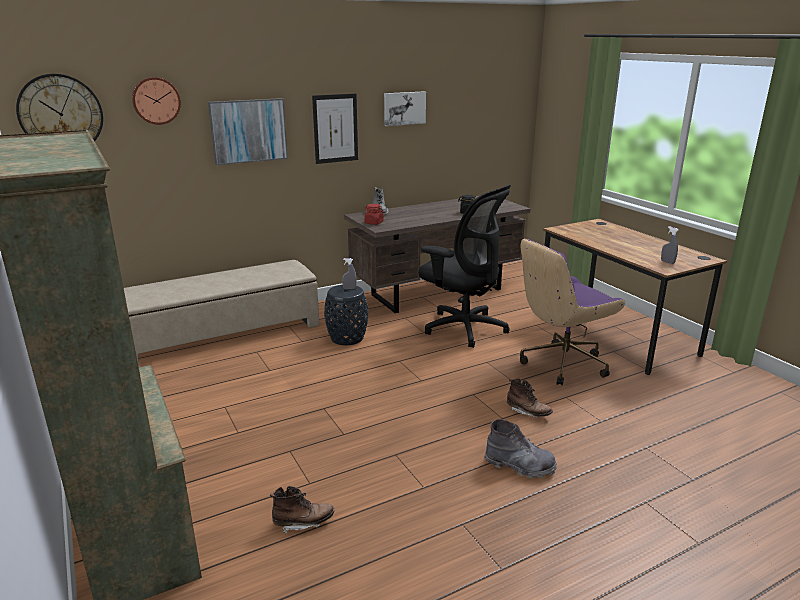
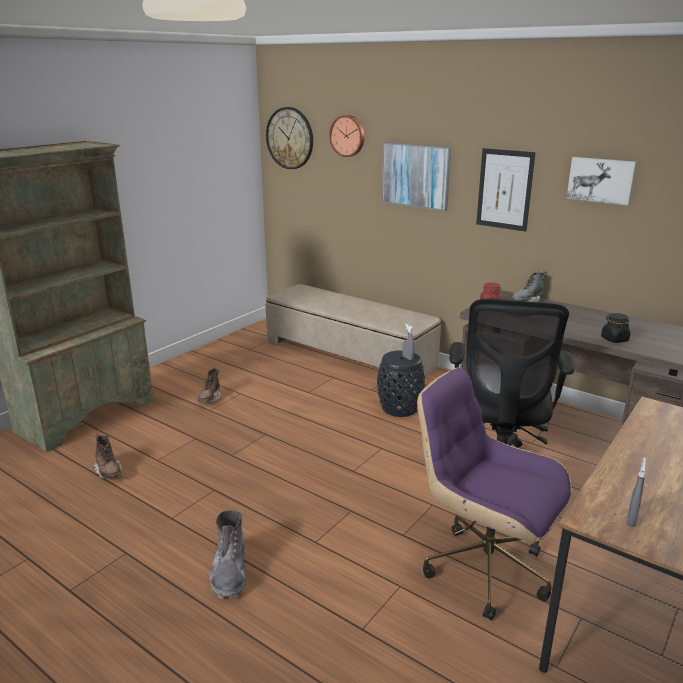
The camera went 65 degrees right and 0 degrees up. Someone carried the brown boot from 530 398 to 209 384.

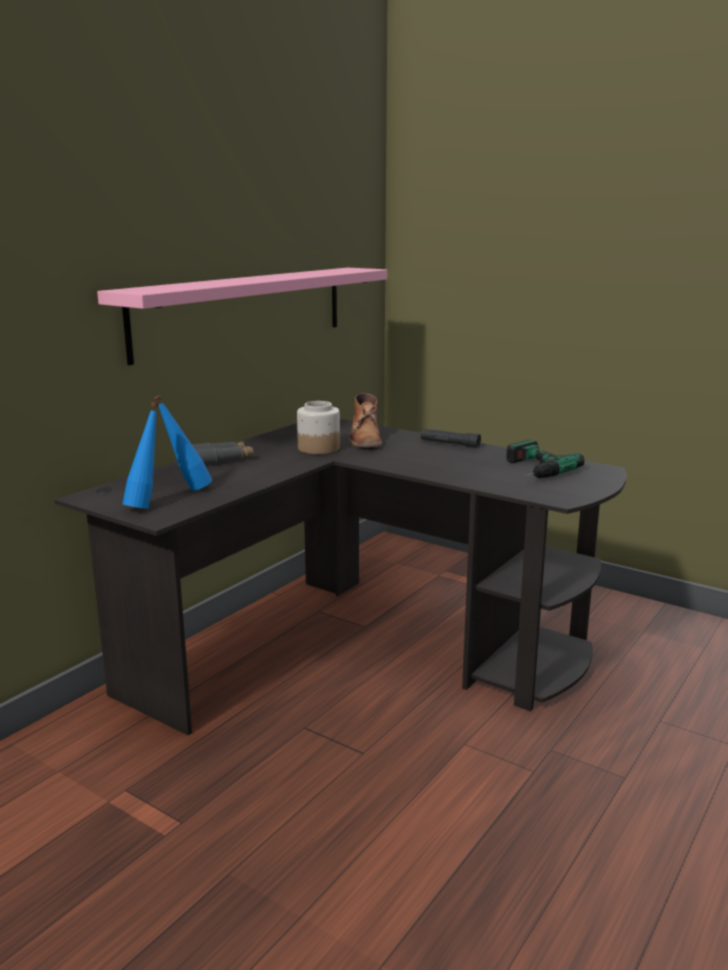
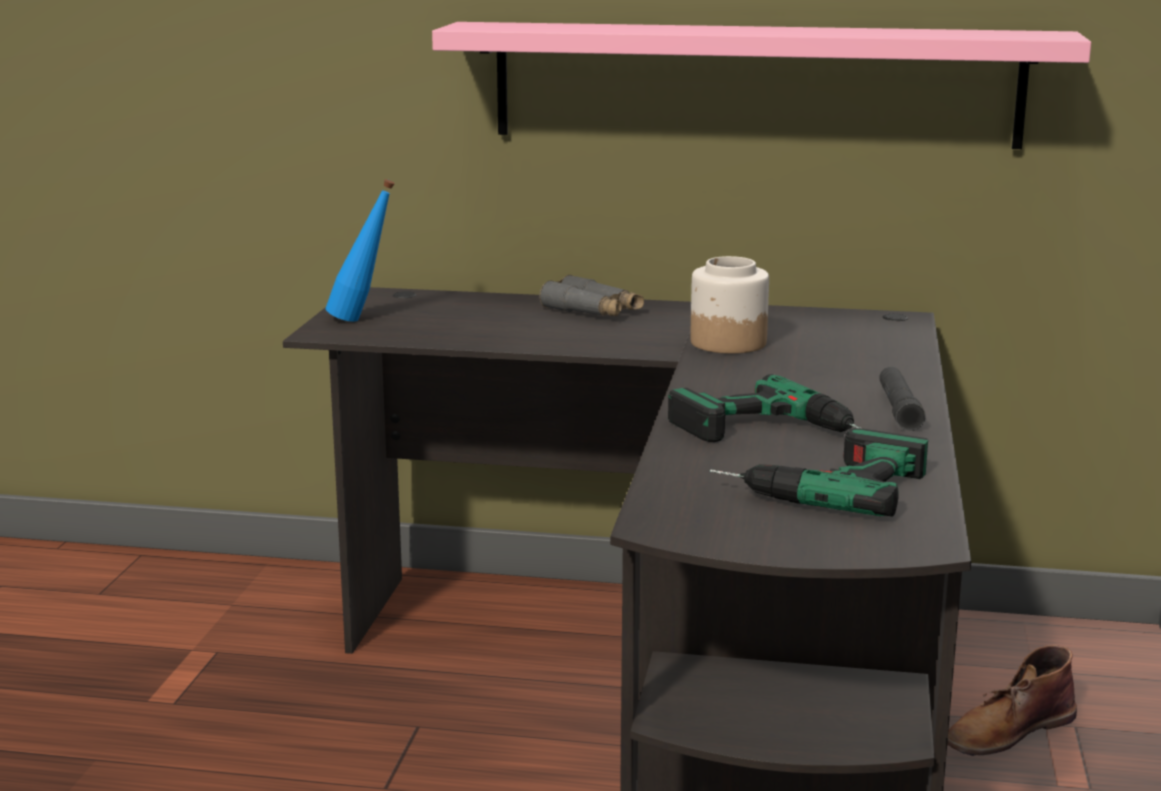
The camera went 65 degrees right and 0 degrees up. Someone took away the blue bottle at 183 443. Someone carried the brown boot from 365 421 to 1012 700. Someone put down the power drill at 764 408.

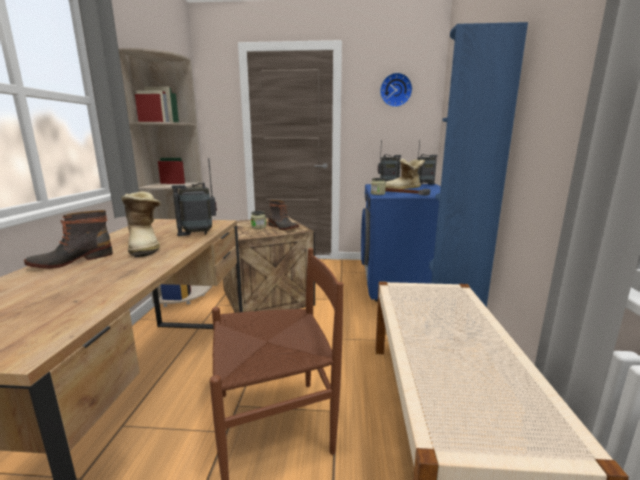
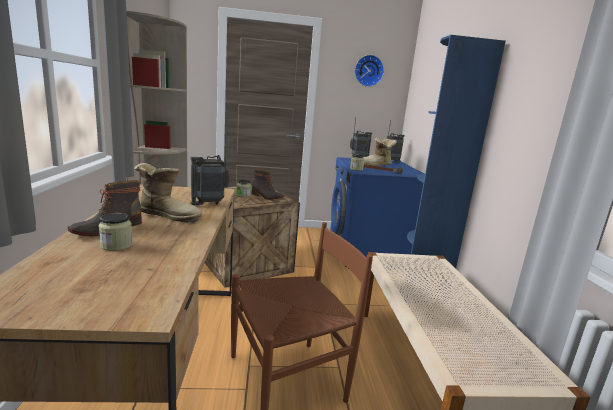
The camera went 10 degrees left and 0 degrees up. Someone rotated the boot at 141 224 by 45 degrees counterclockwise. Someone put down the jar at 116 232.

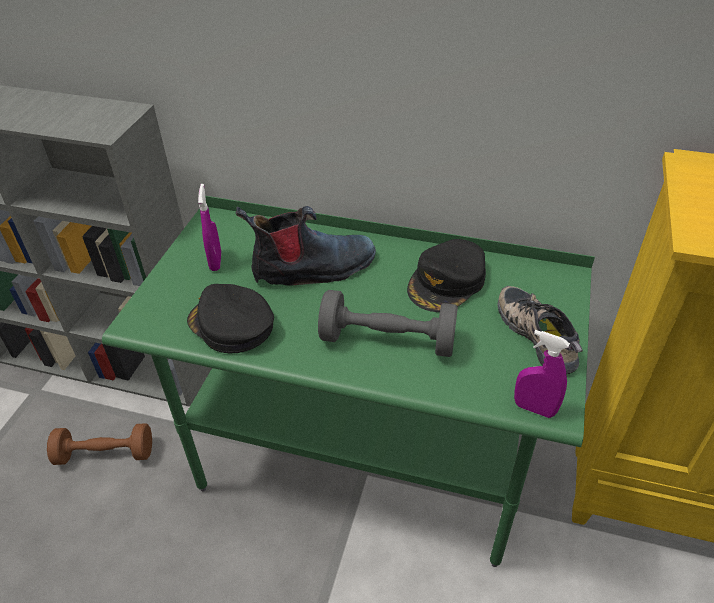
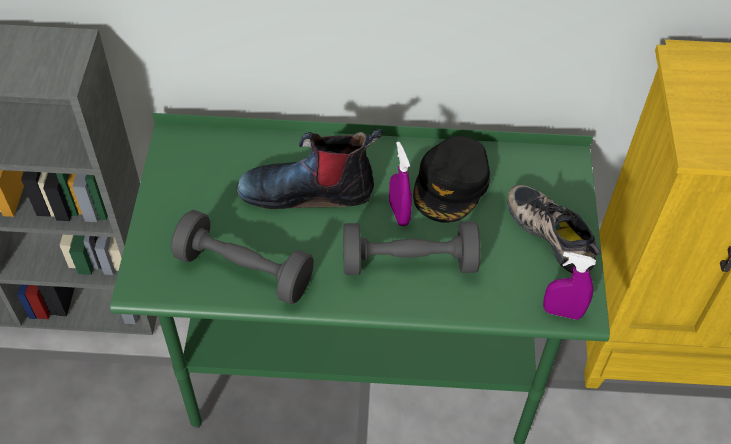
The camera went 15 degrees left and 10 degrees up. Someone took away the brown dumbbell at 99 444. Someone swapped the black cap at 230 318 for the grey dumbbell at 242 257. Someone carried the purple spray bottle from 209 227 to 400 184. Someone rotated the boot at 306 246 by 150 degrees counterclockwise.

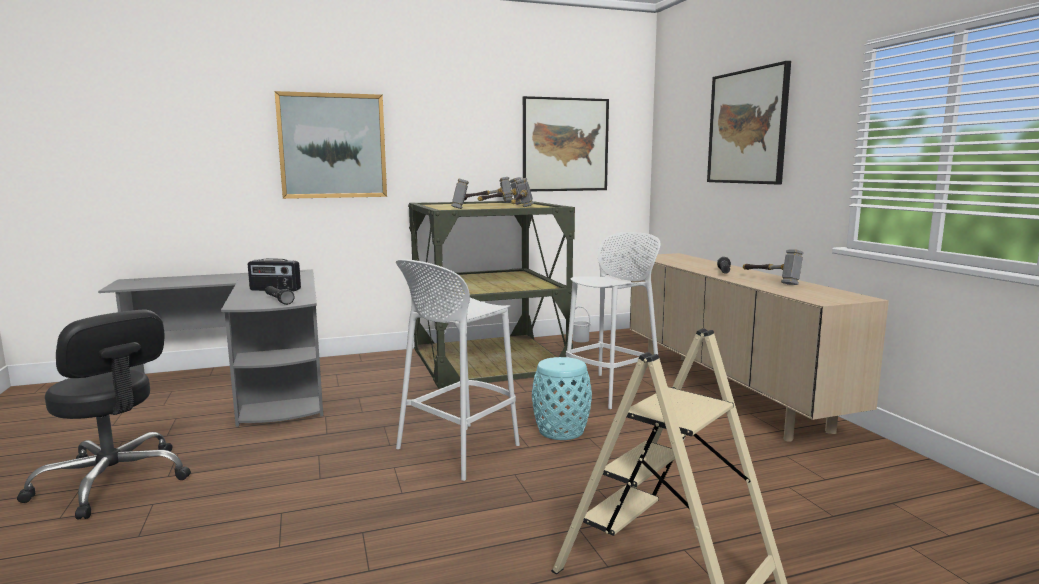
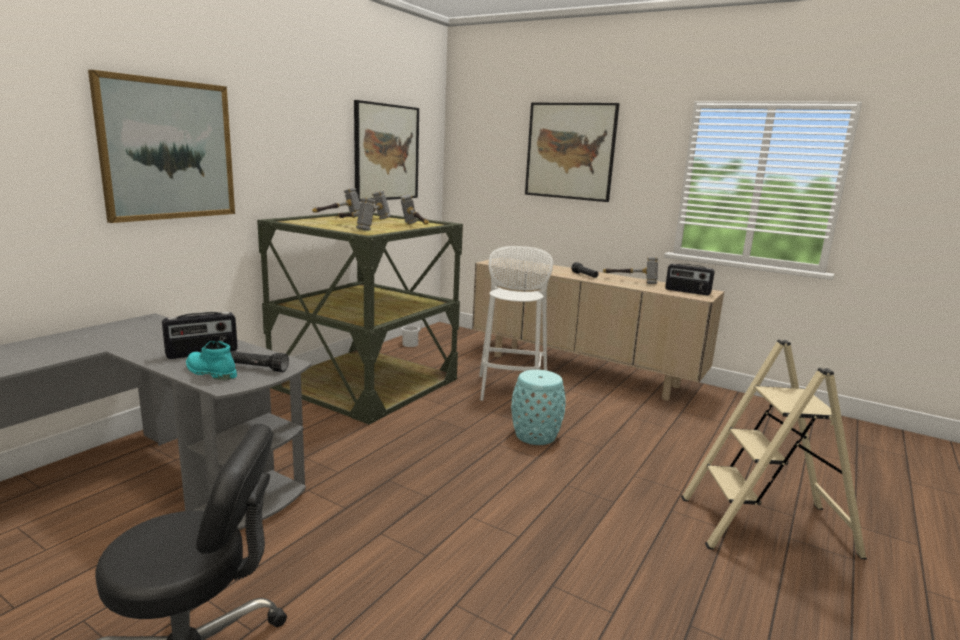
The camera went 40 degrees left and 5 degrees up. Someone took away the white stool at 458 370. Someone put down the turquoise boot at 211 360. Someone put down the radio at 690 279.

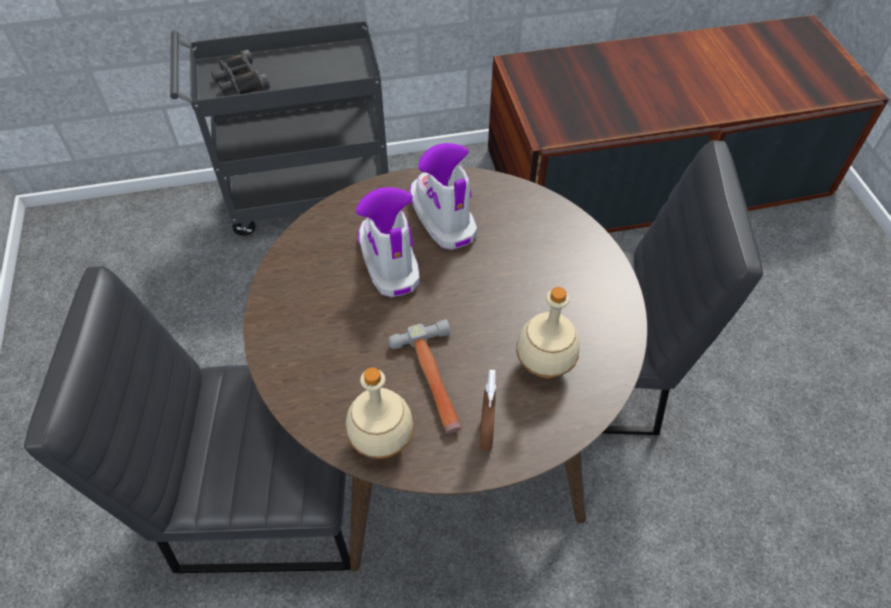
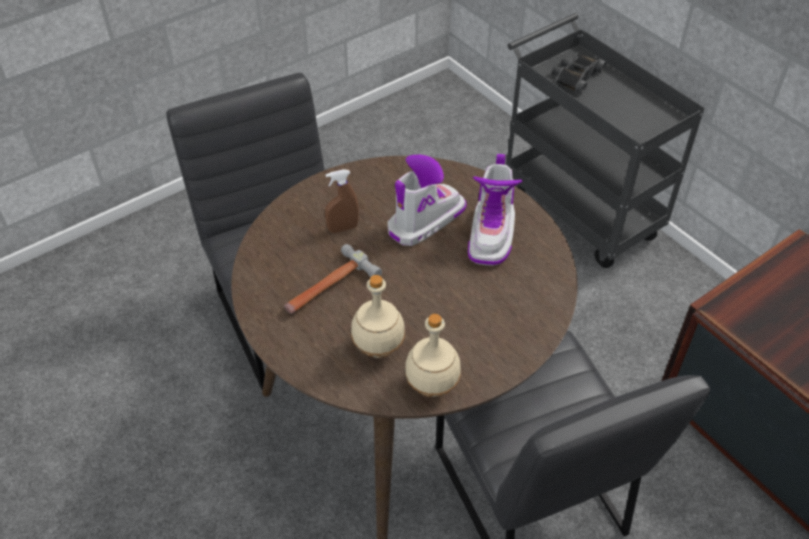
The camera went 65 degrees right and 5 degrees down. Someone carried the beige bottle from 380 413 to 433 355. Someone rotated the boot at 443 196 by 150 degrees clockwise. Someone carried the brown spray bottle from 487 411 to 342 201.

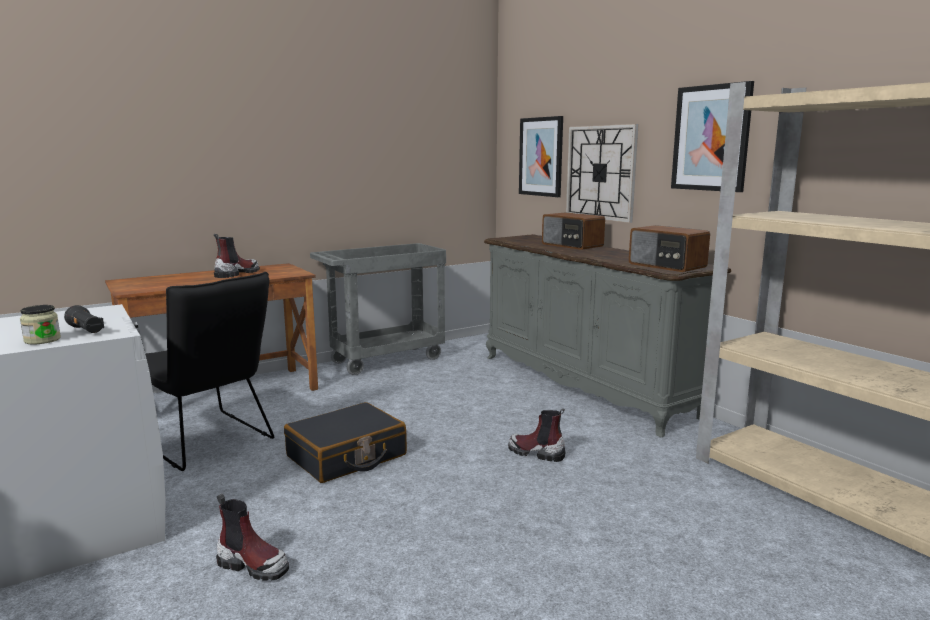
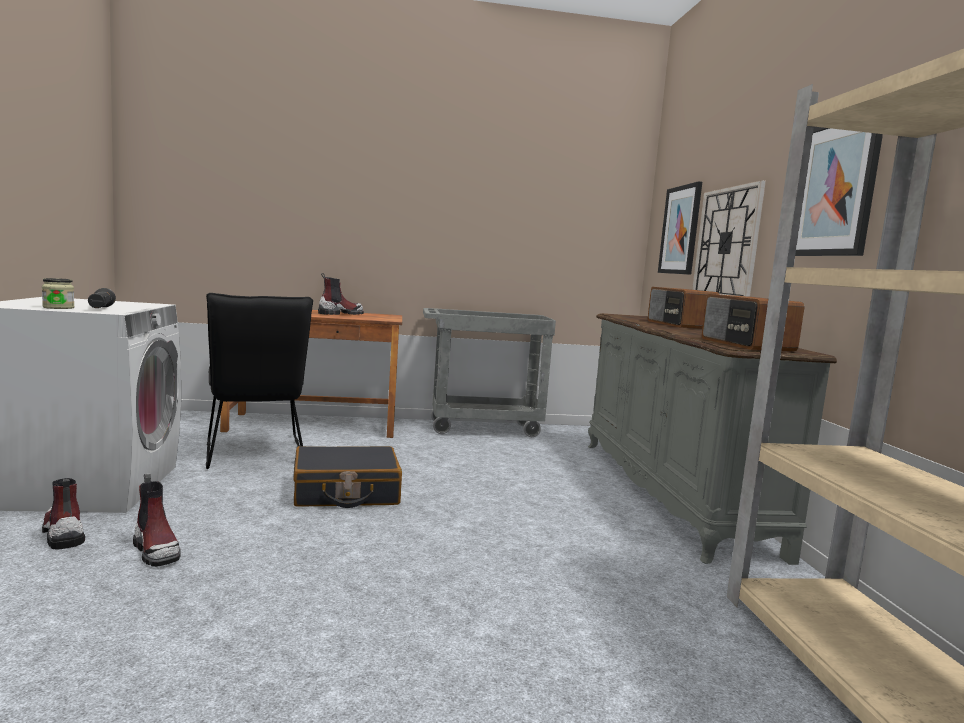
The camera went 25 degrees right and 5 degrees down. Someone carried the boot from 537 435 to 63 514.

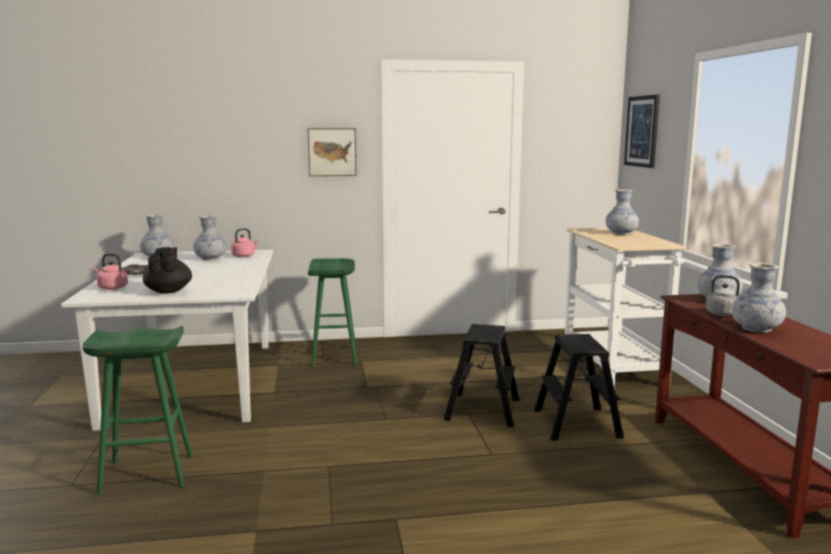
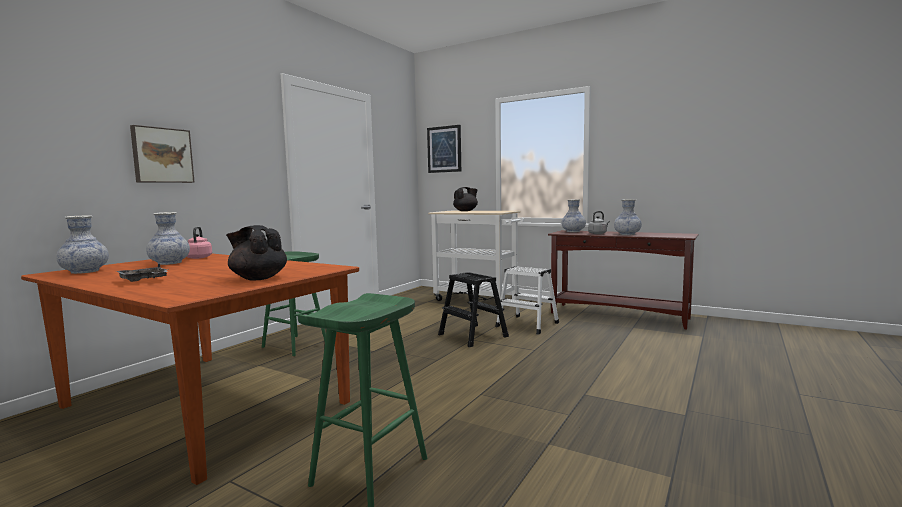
The camera went 50 degrees left and 5 degrees down. Someone repainted the white dining table at 167 340, which became the brown dining table at 190 369. Someone took away the pink kettle at 111 271. Someone carried the picture from 332 152 to 162 154. Someone repainted the black step ladder at 579 387, which became the white step ladder at 527 300. Someone swapped the vase at 622 212 for the black teapot at 465 199.

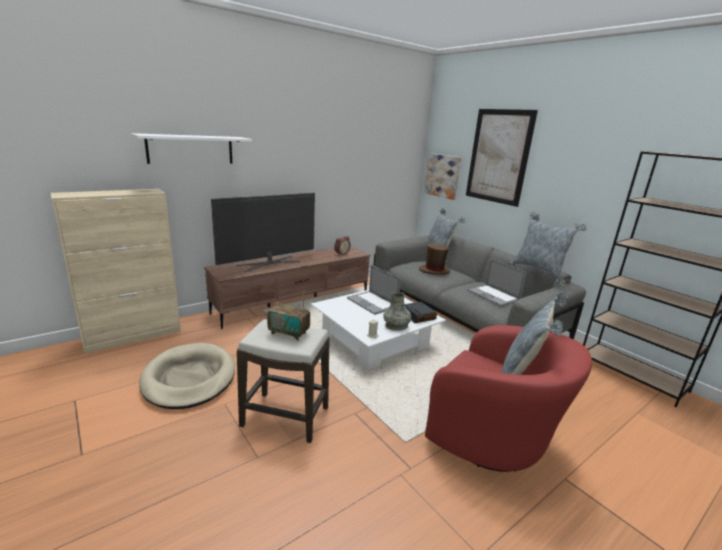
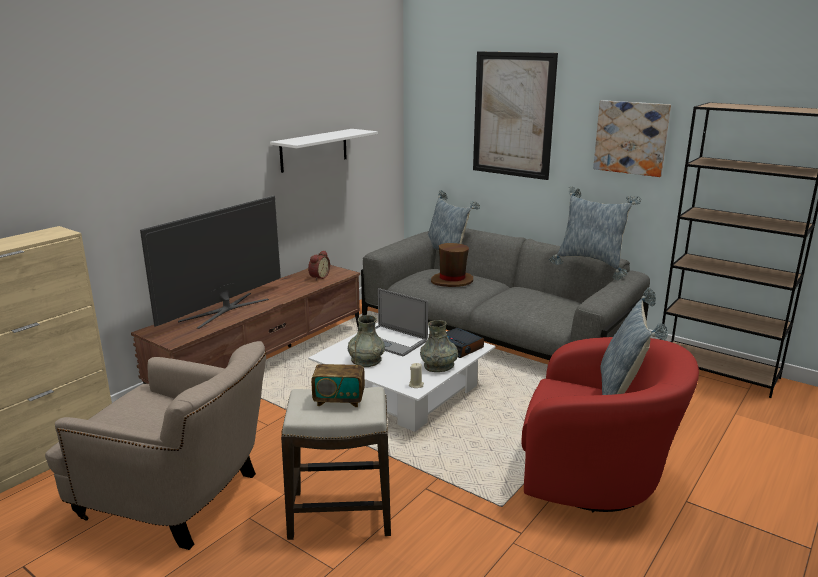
The camera went 15 degrees left and 0 degrees up. Someone carried the white shelf from 191 148 to 324 151. Someone swapped the beige dog bed at 187 376 for the beige armchair at 155 445. Someone carried the picture from 442 176 to 632 138. Someone took away the laptop at 496 282. Someone put down the grey vase at 366 341.

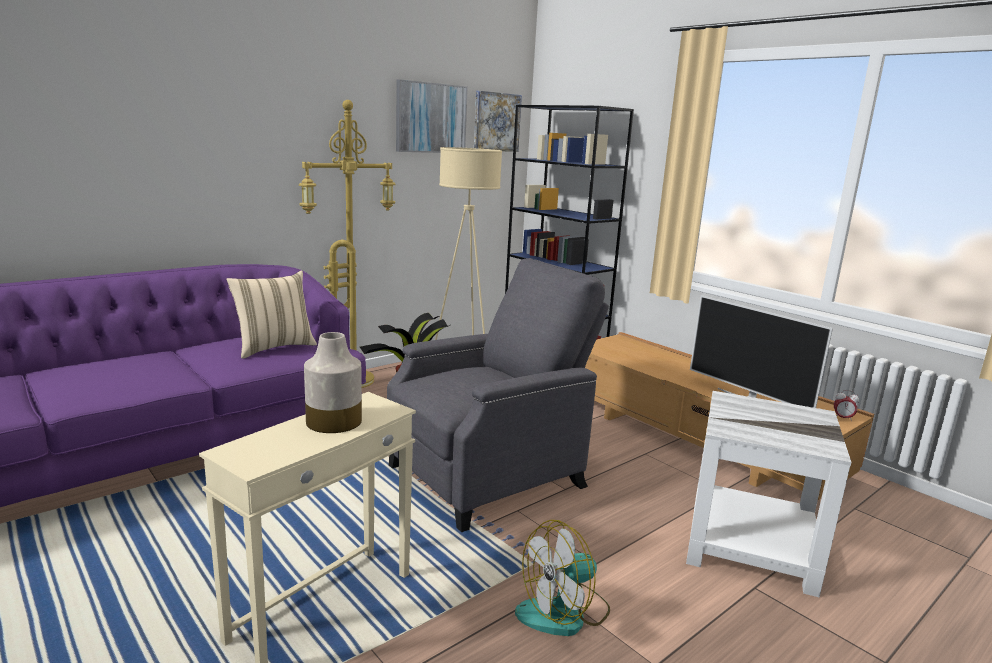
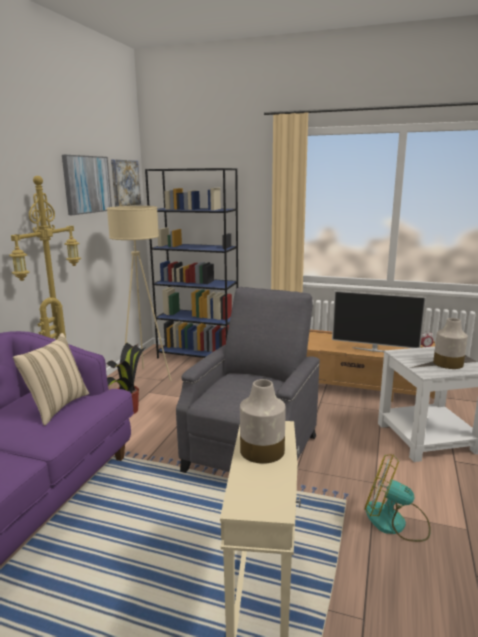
The camera went 30 degrees left and 0 degrees up. Someone rotated the fan at 562 578 by 90 degrees clockwise. Someone put down the beige vase at 450 343.

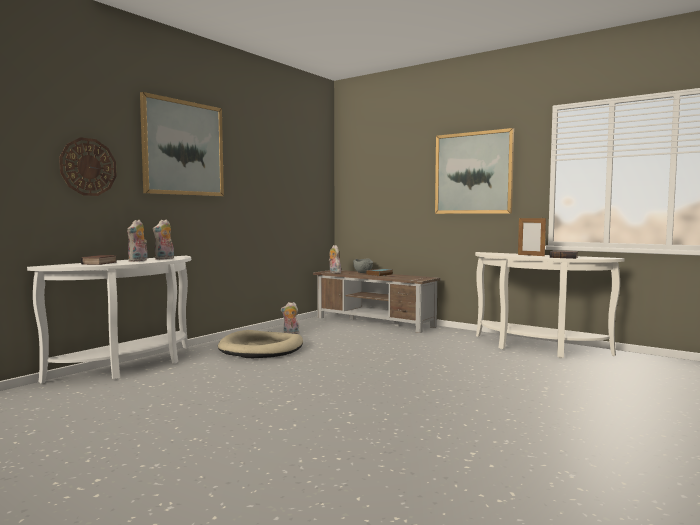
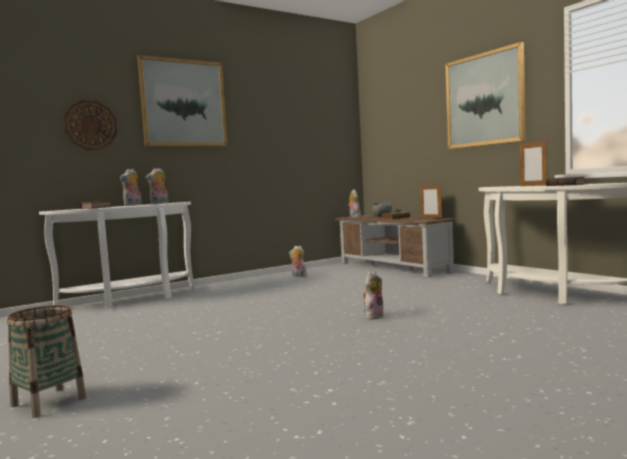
The camera went 20 degrees right and 0 degrees up. Someone took away the beige dog bed at 260 344. Someone put down the basket at 46 361. Someone put down the plush toy at 373 295. Someone put down the picture frame at 431 201.

